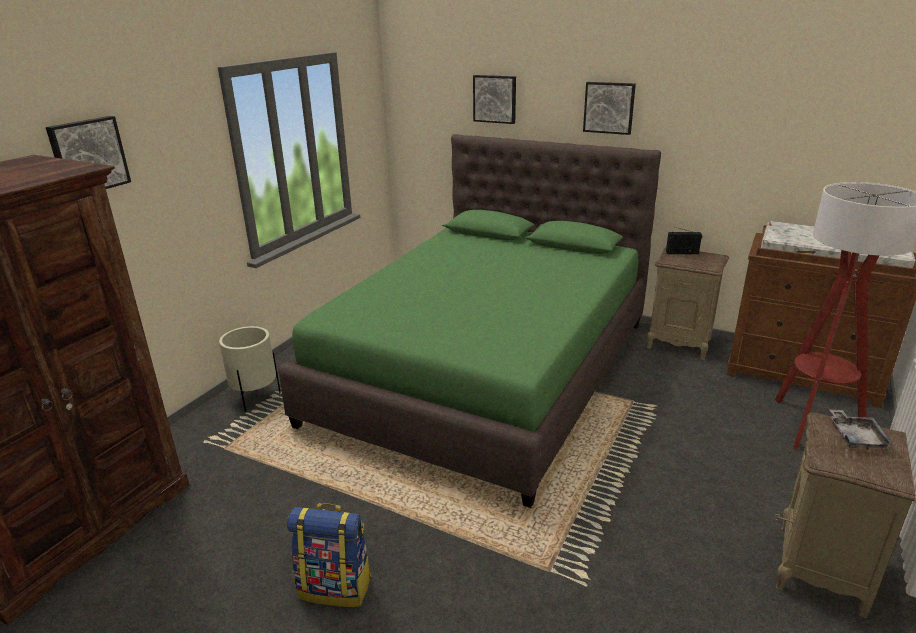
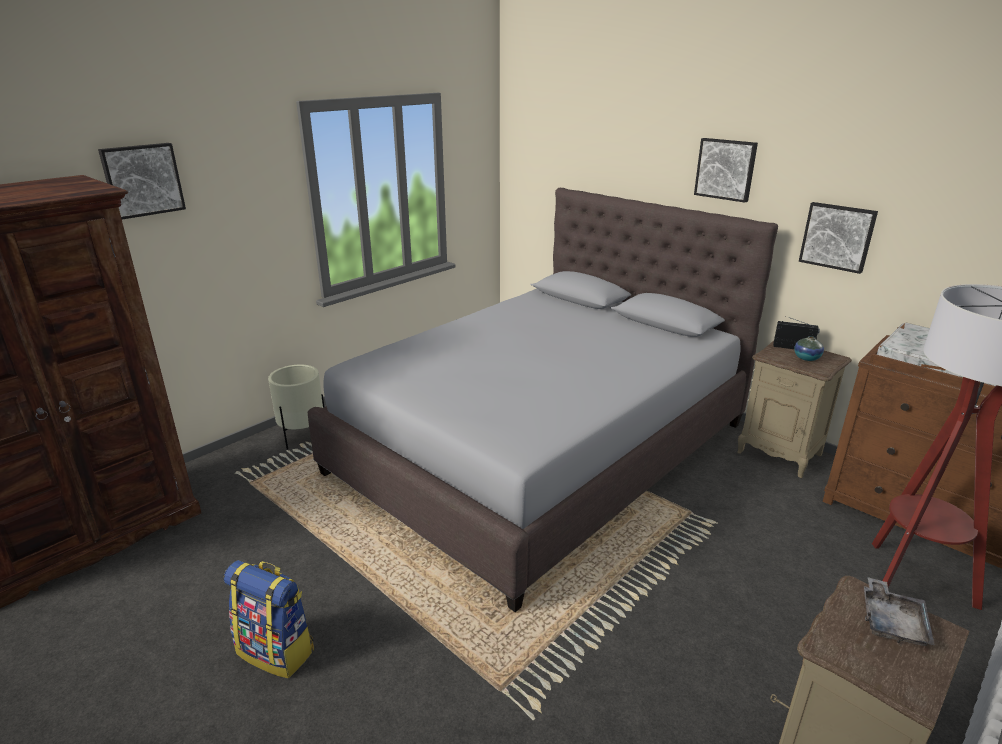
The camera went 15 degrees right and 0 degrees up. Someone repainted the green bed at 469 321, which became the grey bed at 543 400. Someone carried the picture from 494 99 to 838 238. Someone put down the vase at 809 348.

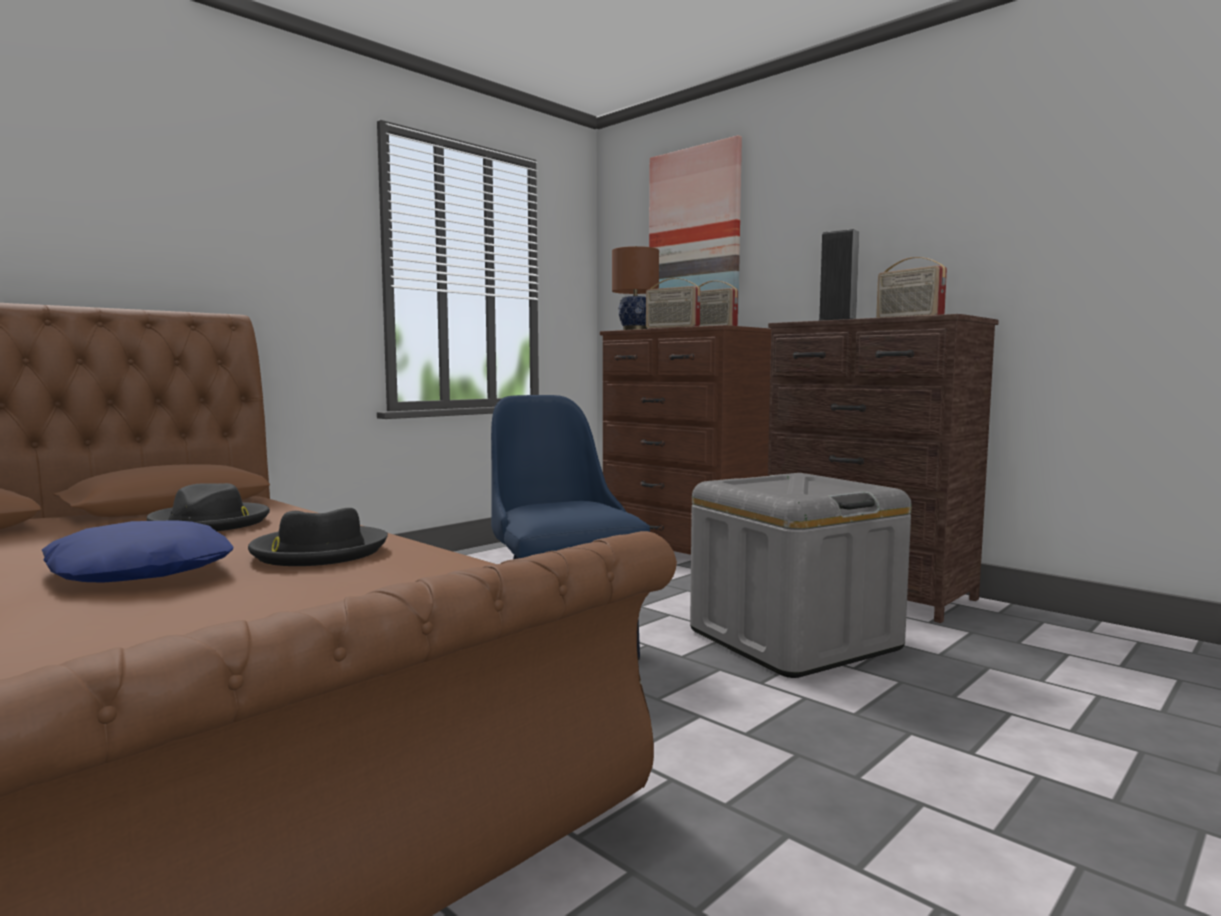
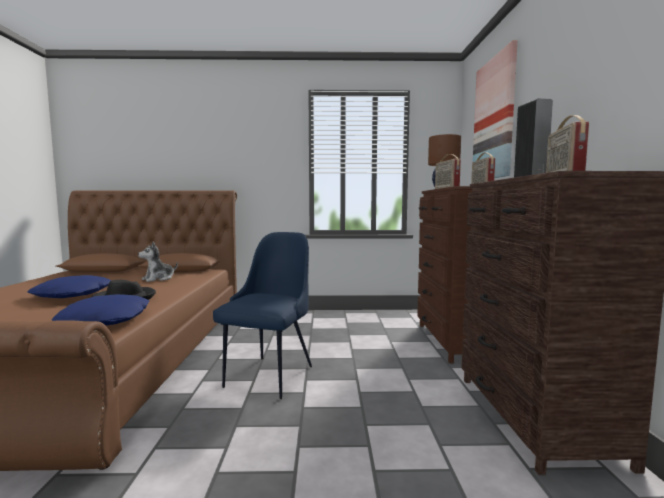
The camera went 45 degrees right and 0 degrees up. Someone swapped the black hat at 208 507 for the plush toy at 158 261. Someone took away the grey storage box at 801 575. Someone put down the blue pillow at 100 310.

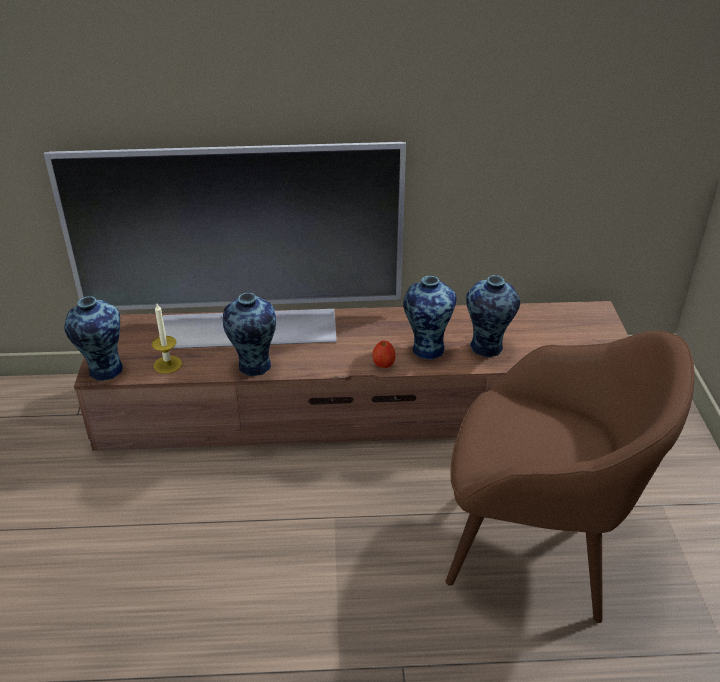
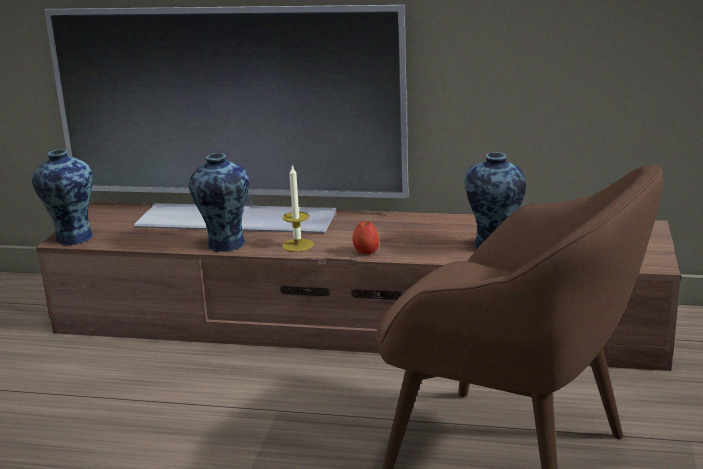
The camera went 15 degrees right and 15 degrees down. Someone carried the candle from 167 339 to 298 208. Someone took away the vase at 430 318.

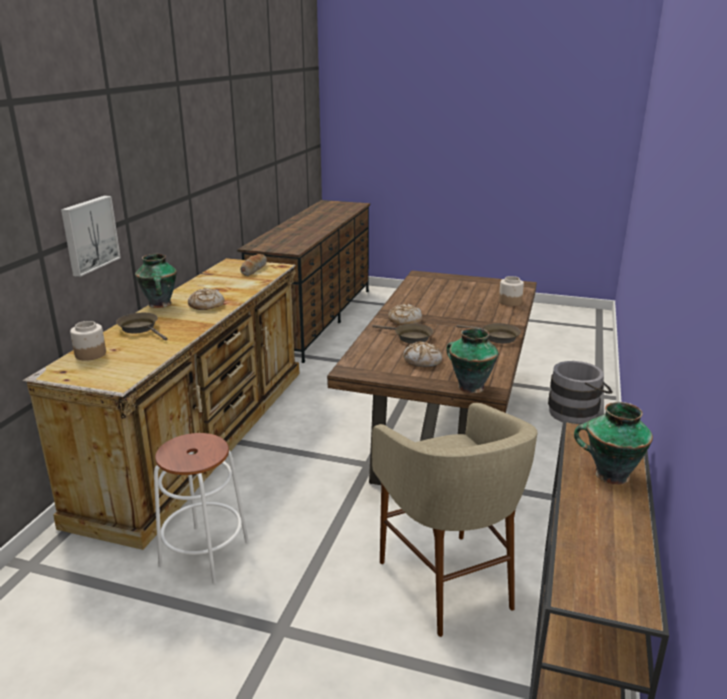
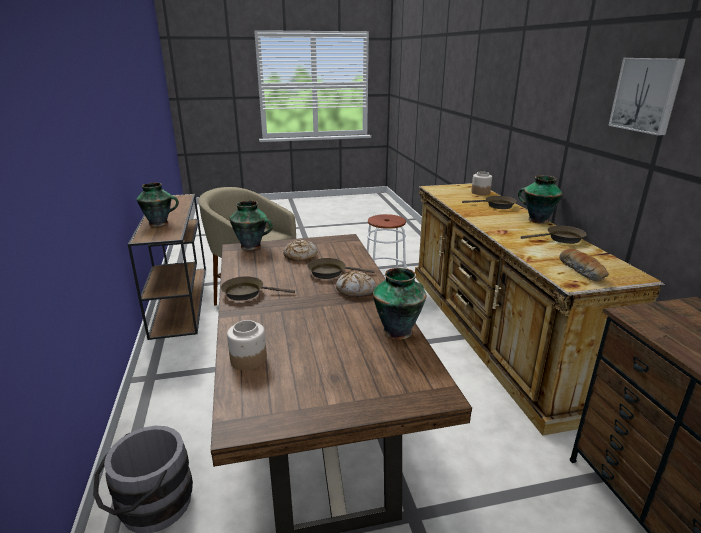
The camera went 150 degrees right and 0 degrees up. Someone carried the picture from 91 236 to 647 96. Someone took away the bread at 206 299. Someone put down the vase at 399 304. Someone put down the brown frying pan at 554 235.

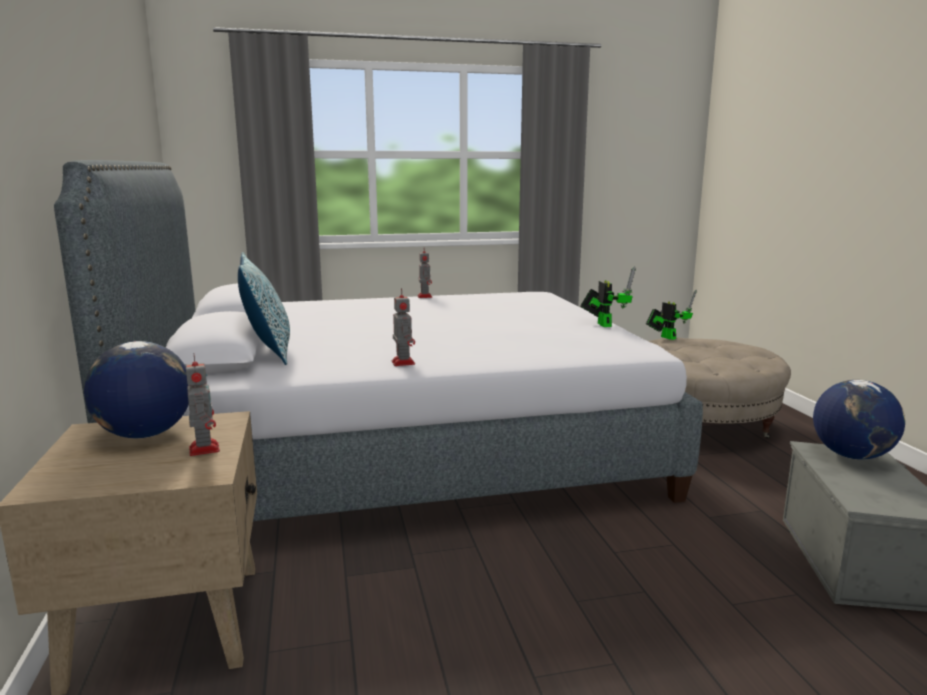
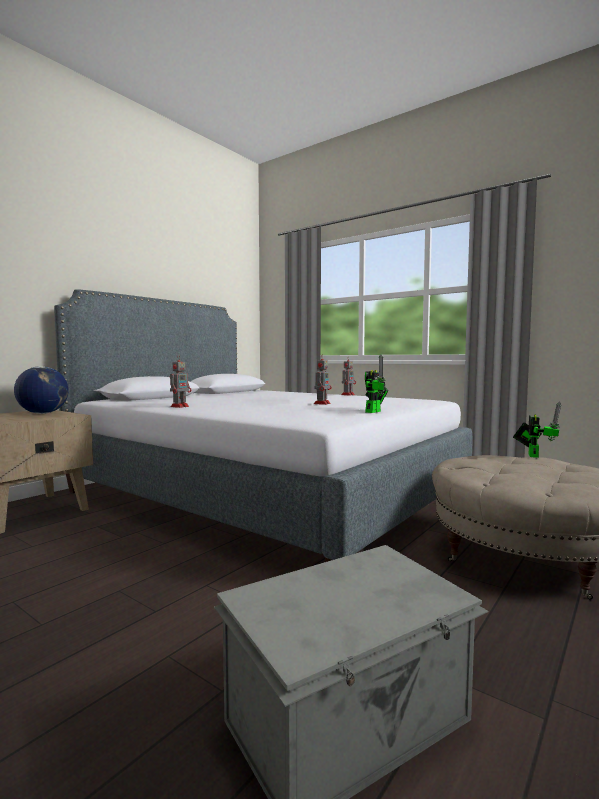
The camera went 50 degrees right and 10 degrees down. Someone carried the toy robot from 203 405 to 323 379. Someone took away the pillow at 264 308. Someone took away the globe at 859 420.

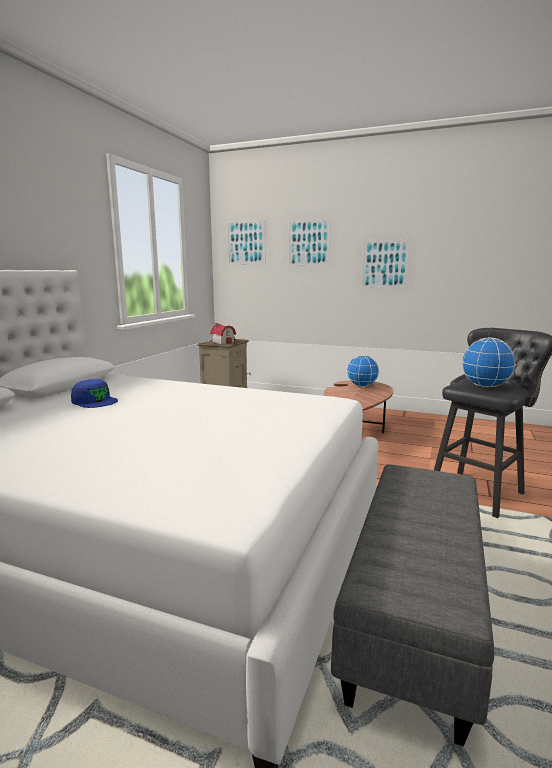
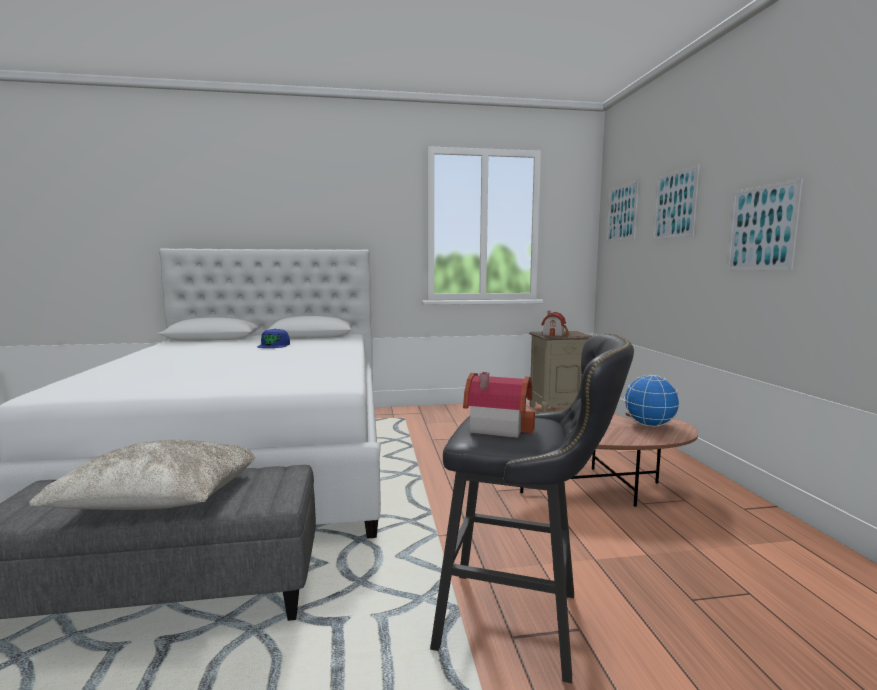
The camera went 60 degrees right and 5 degrees down. Someone swapped the globe at 488 362 for the toy house at 499 405. Someone put down the beige pillow at 142 475.

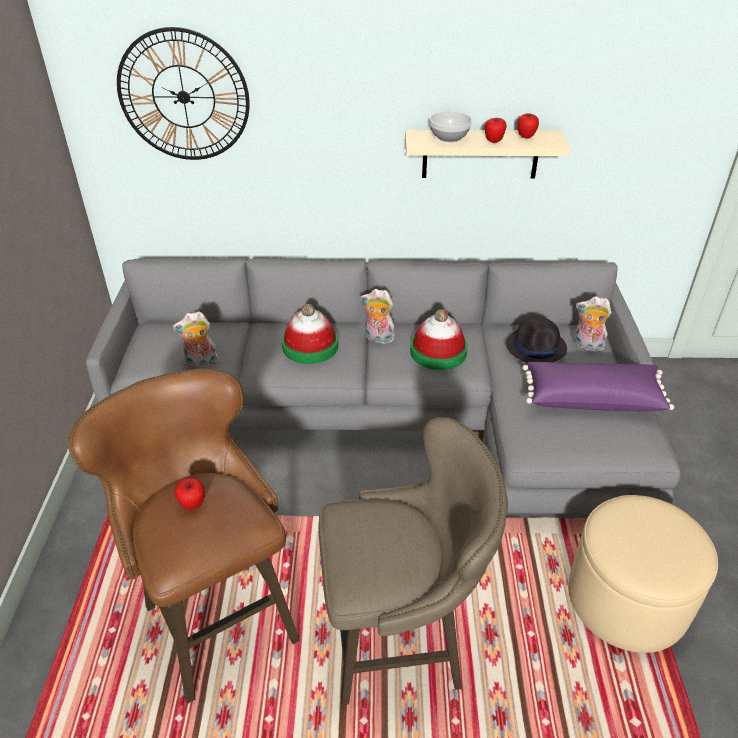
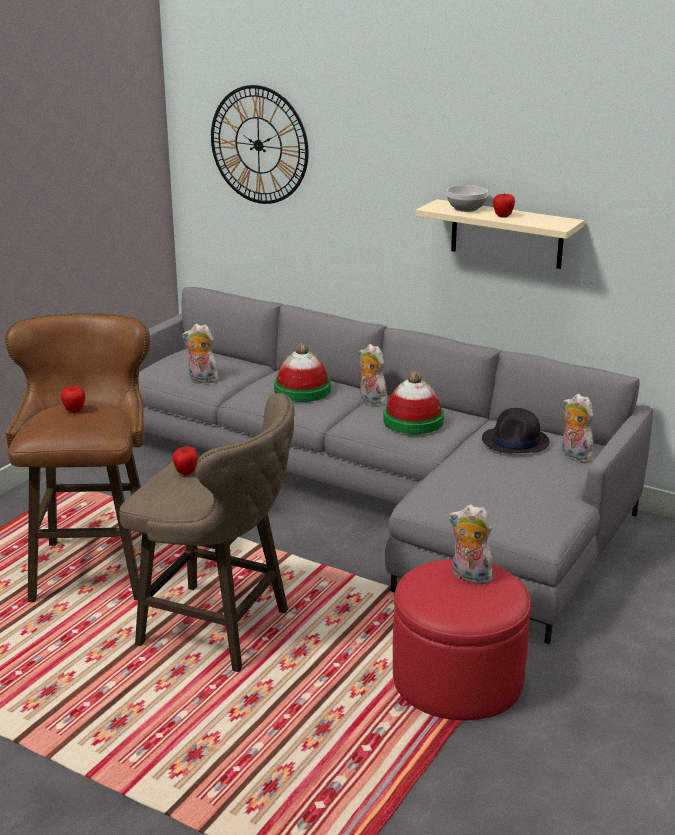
The camera went 30 degrees right and 15 degrees down. Someone carried the apple from 528 126 to 185 461. Someone took away the purple pillow at 598 387. Someone repainted the beige ottoman at 643 574, which became the red ottoman at 462 640. Someone put down the plush toy at 471 544.

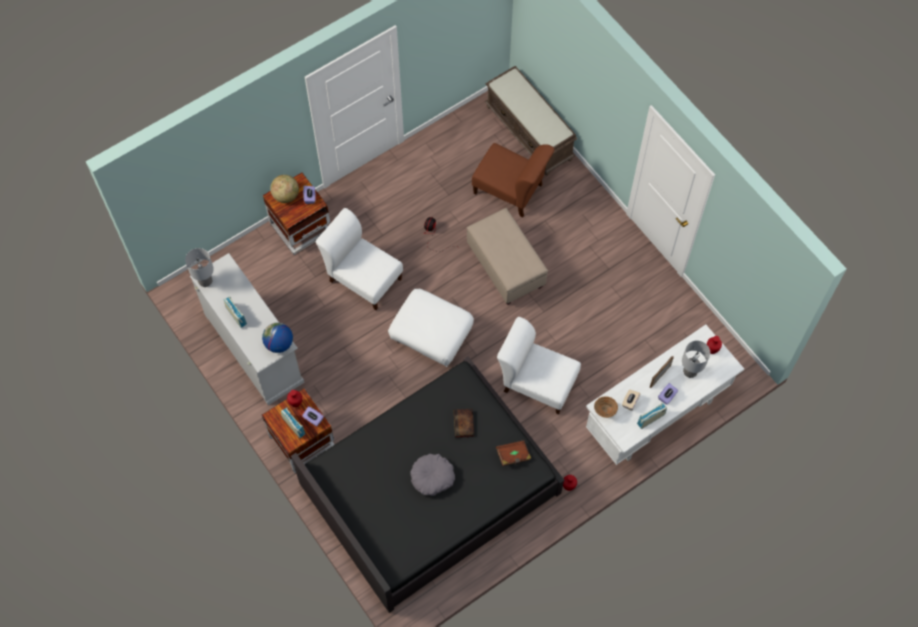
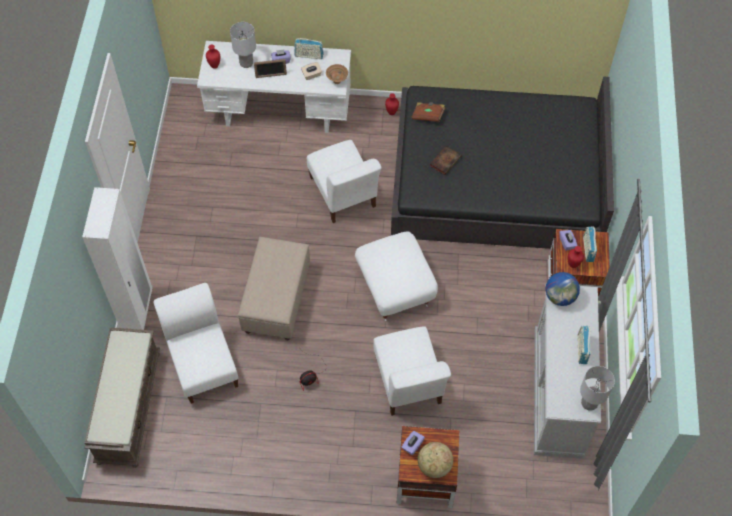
The camera went 140 degrees left and 5 degrees down. Someone took away the grey pillow at 432 475. Someone repainted the brown chair at 513 180, which became the white chair at 196 343. Someone put down the white wardrobe at 117 258.

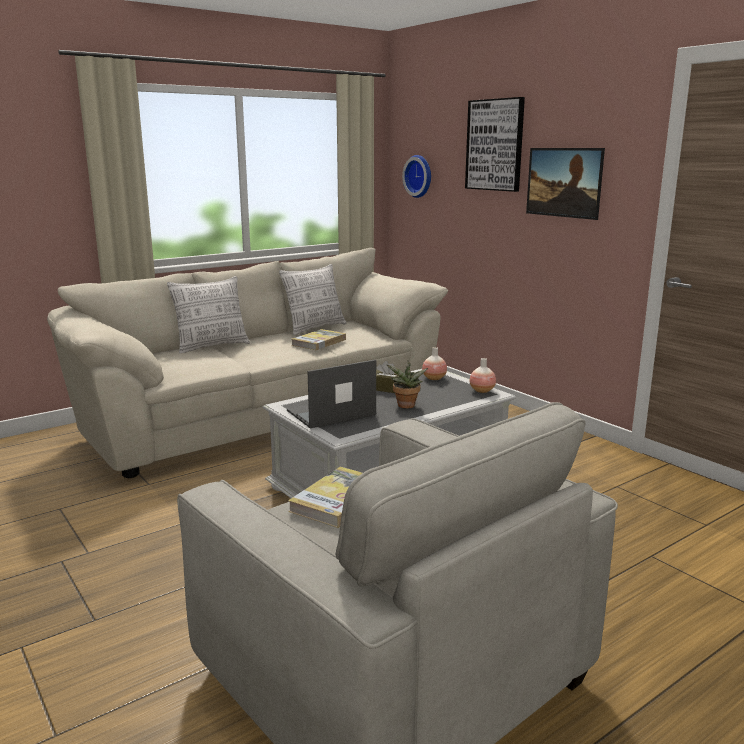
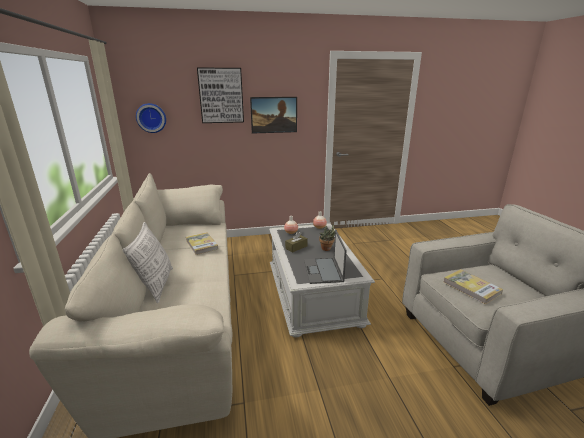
The camera went 65 degrees left and 5 degrees up. Someone took away the pillow at 312 300.

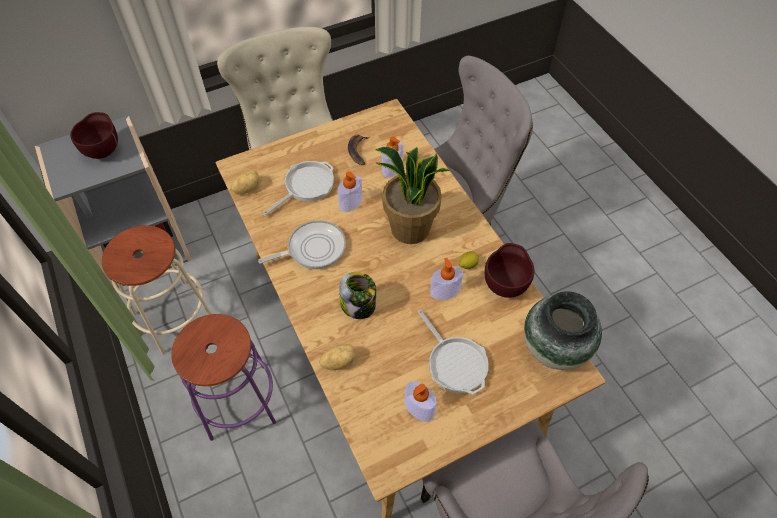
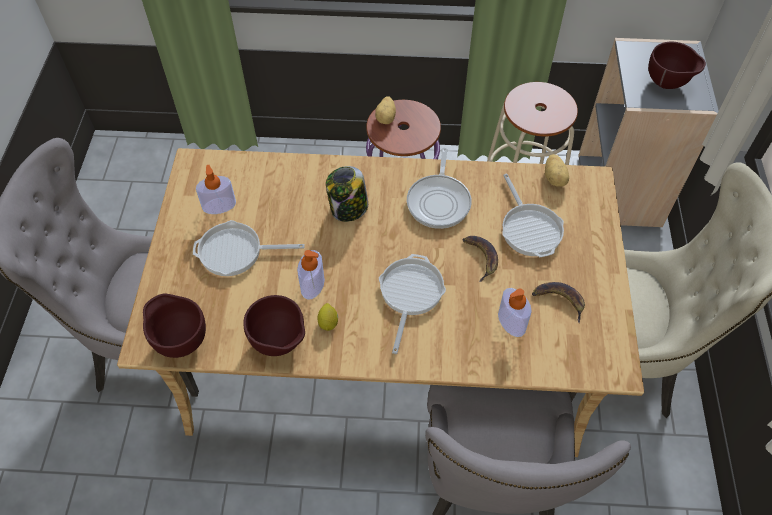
The camera went 120 degrees right and 0 degrees up. Someone carried the potato from 337 357 to 385 110. Someone swapped the soap dispenser at 350 191 for the banana at 480 259. Someone swapped the potted plant at 412 195 for the frying pan at 412 304. Someone swapped the vase at 563 330 for the brown bowl at 174 326.

